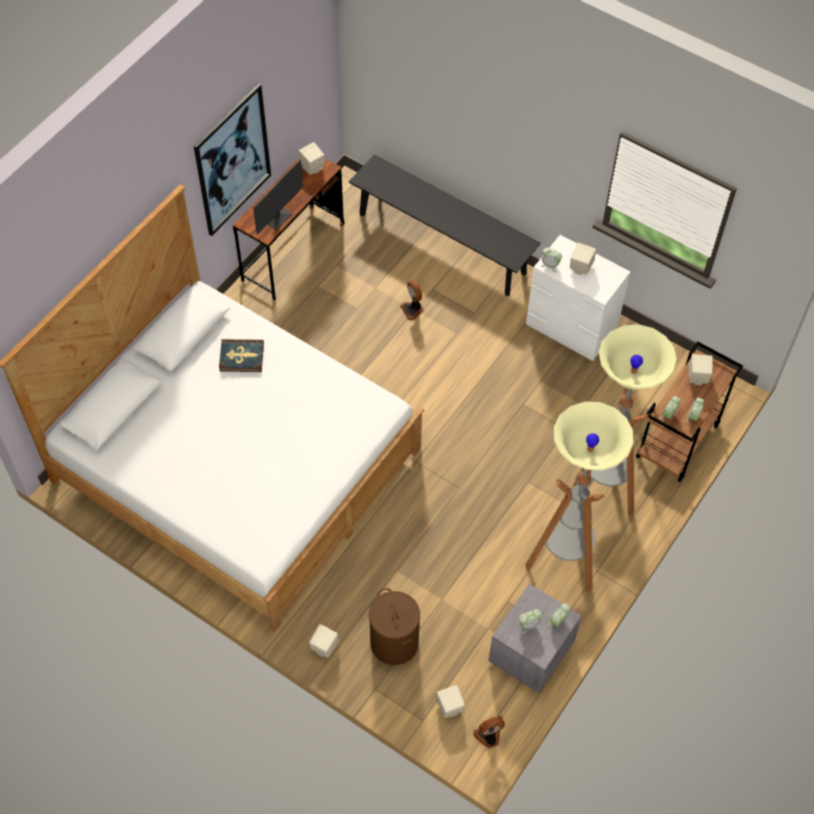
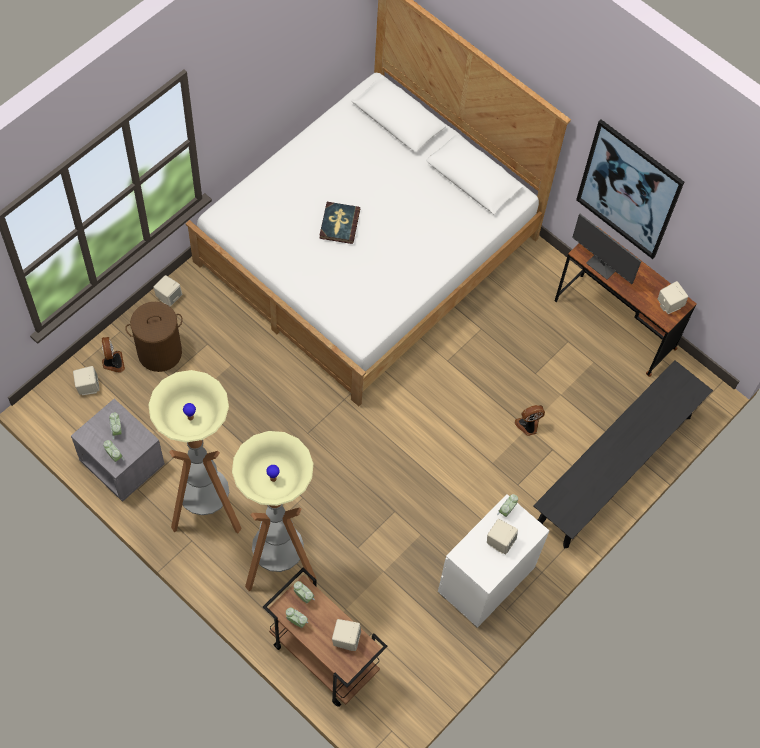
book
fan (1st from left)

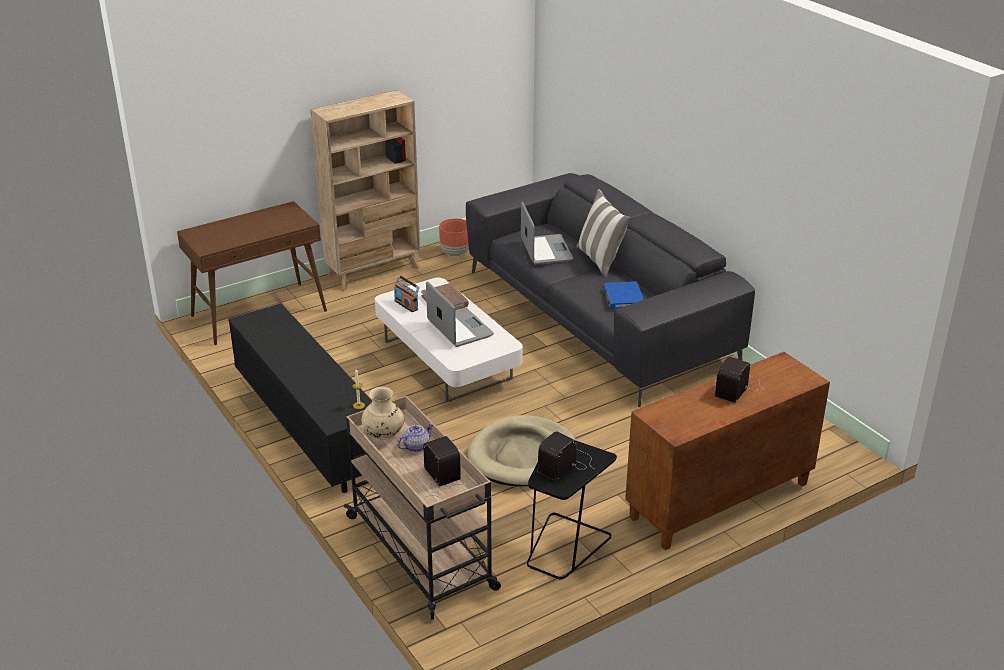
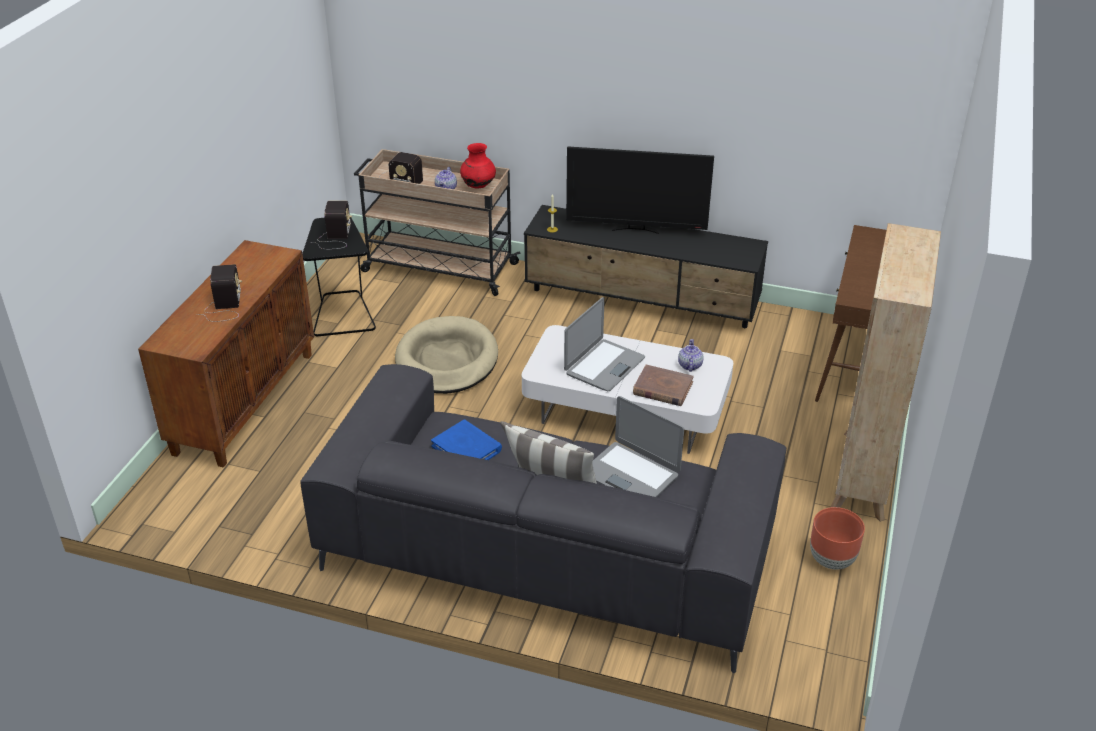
vase in red
teapot (2nd from left)
laptop (1st from left)
television

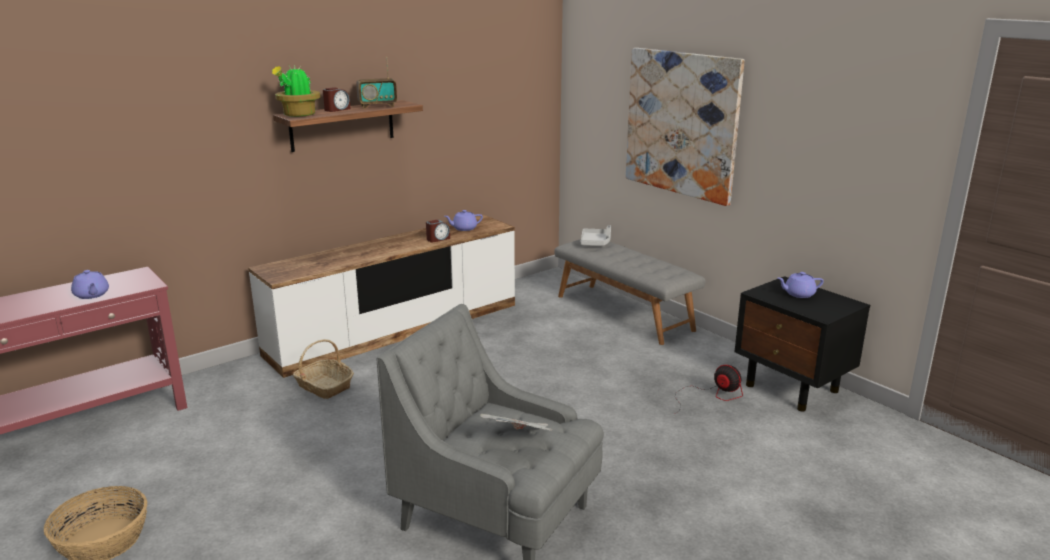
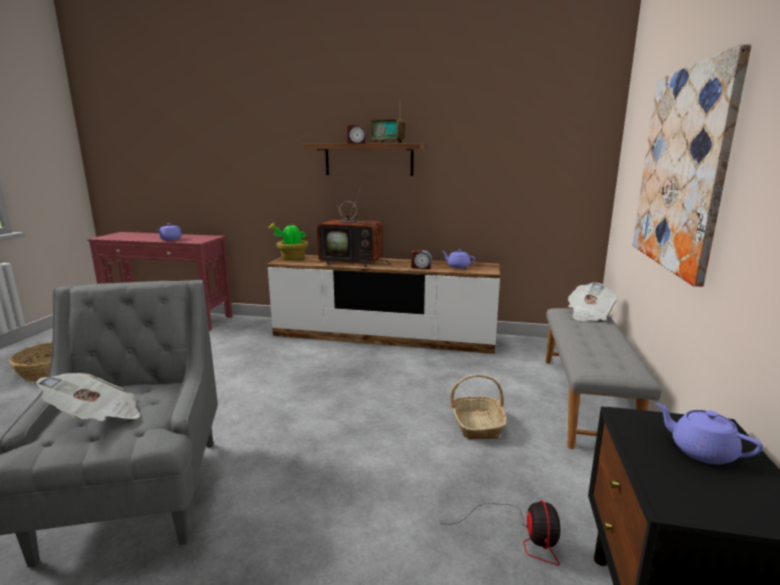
potted plant
basket (2nd from left)
newspaper (2nd from left)
television

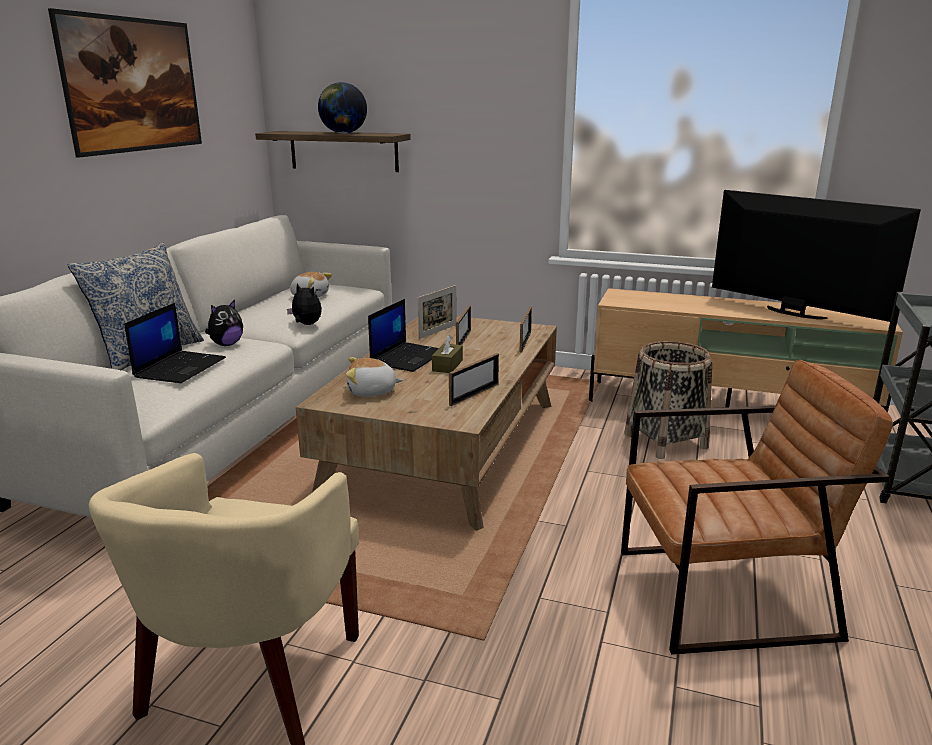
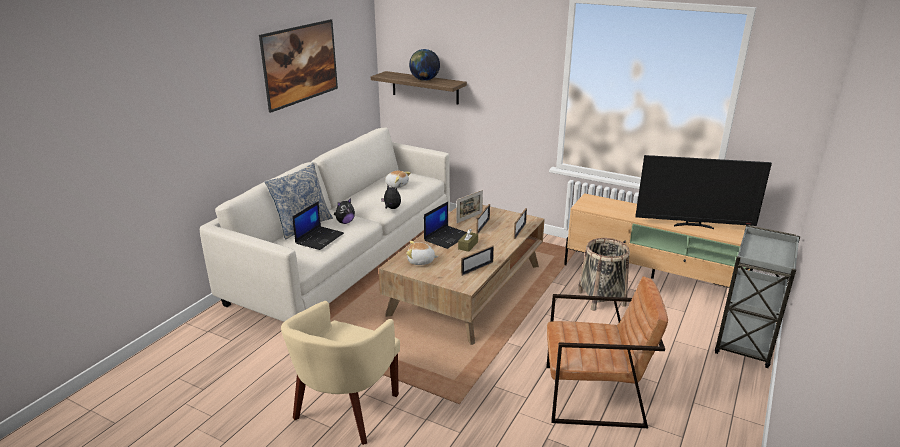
television

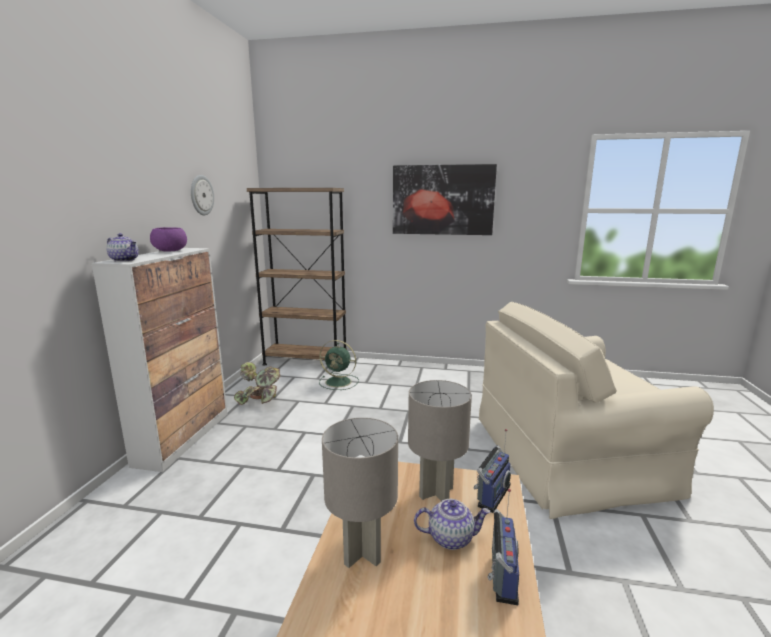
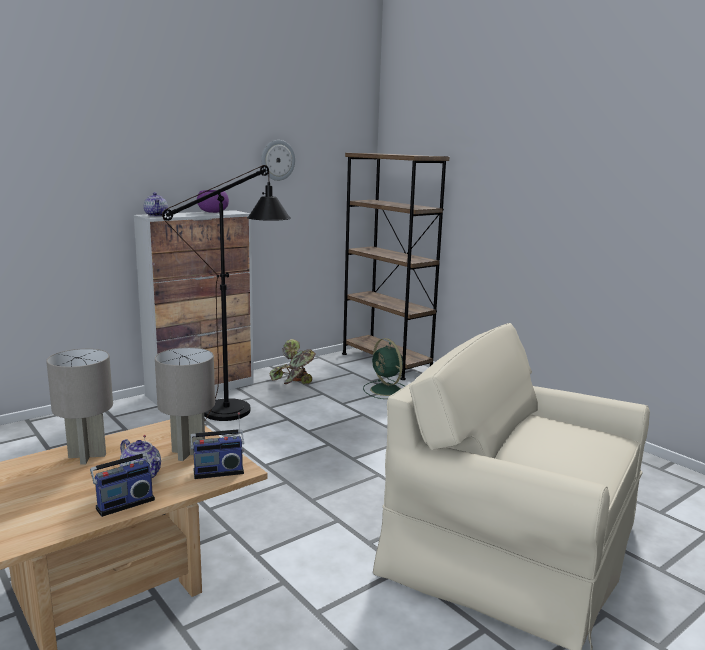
picture
floor lamp in black

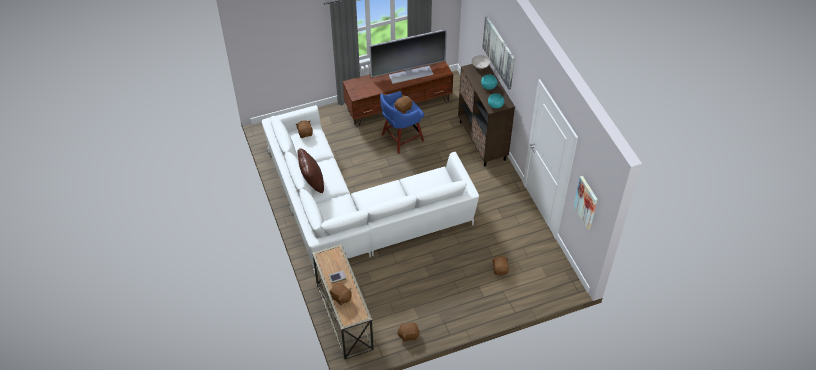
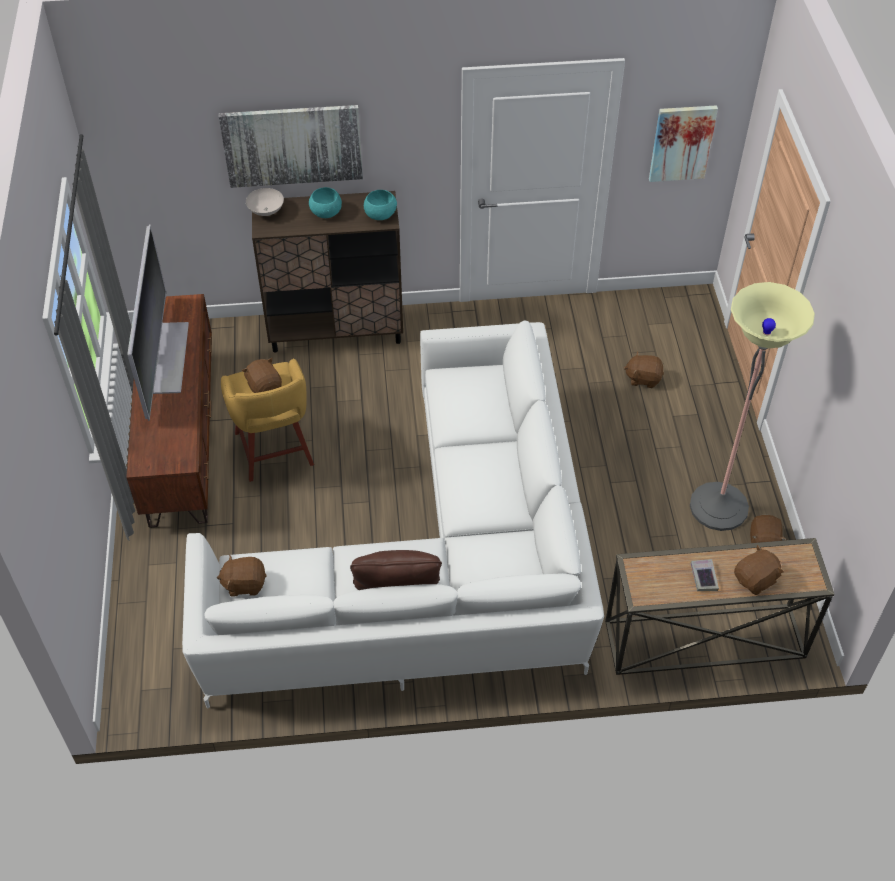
stool in yellow
floor lamp

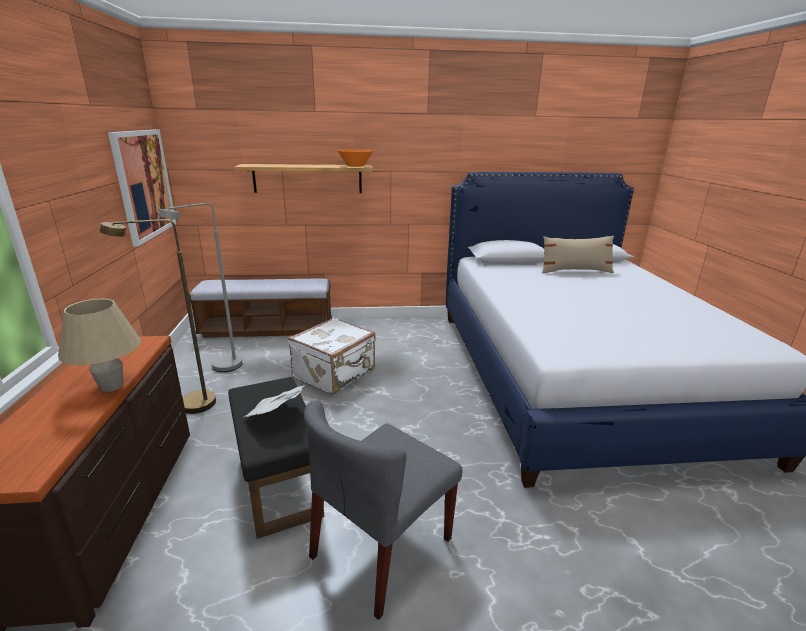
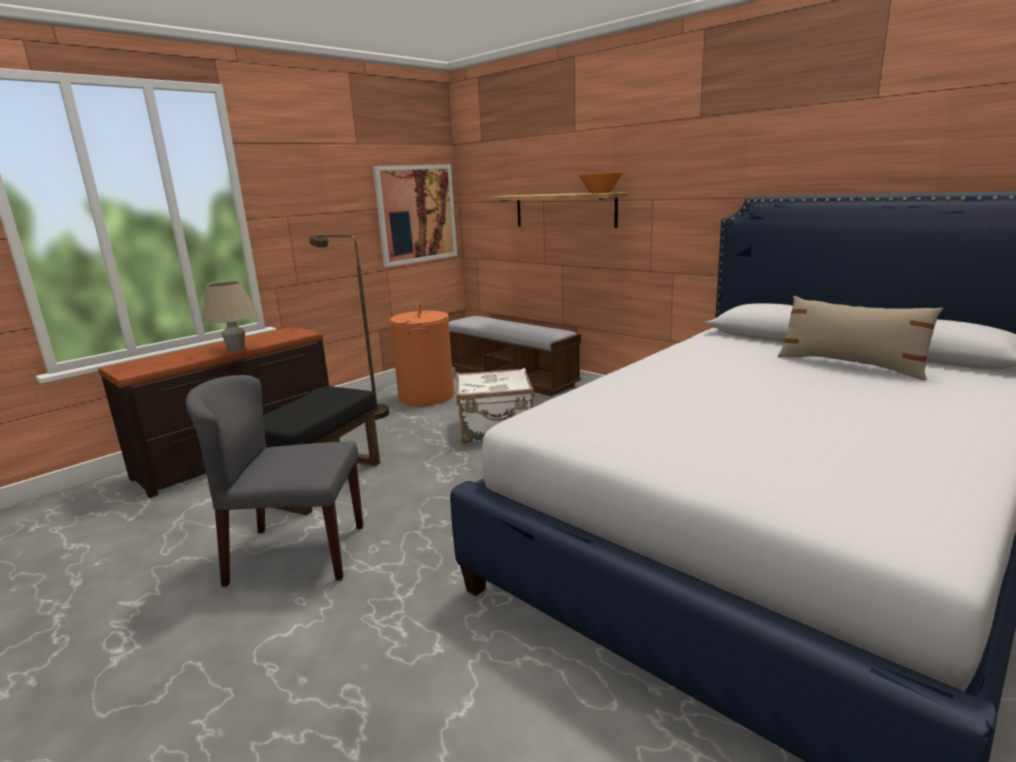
laundry basket in orange
newspaper

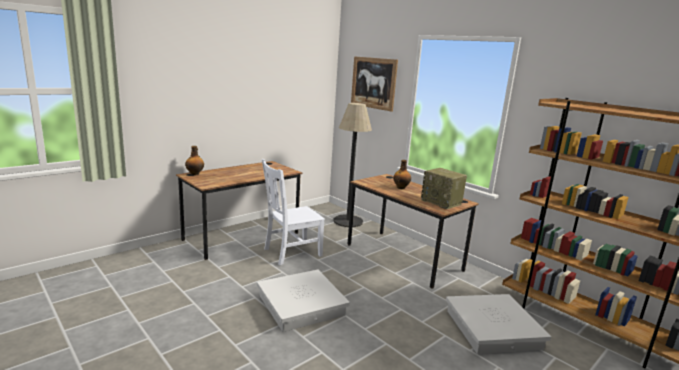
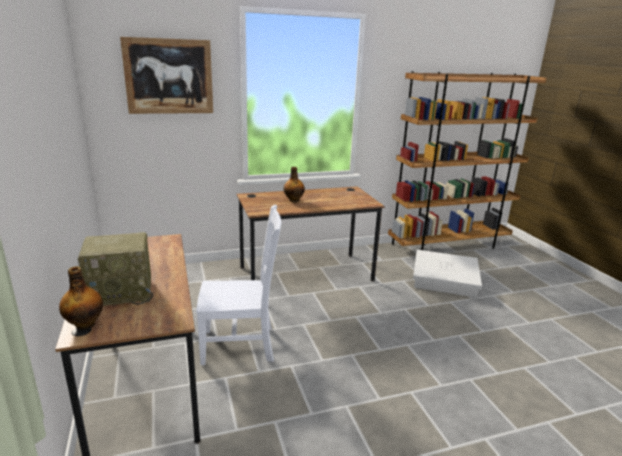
storage box in white (1st from left in the first image)
chair in white
floor lamp
radio

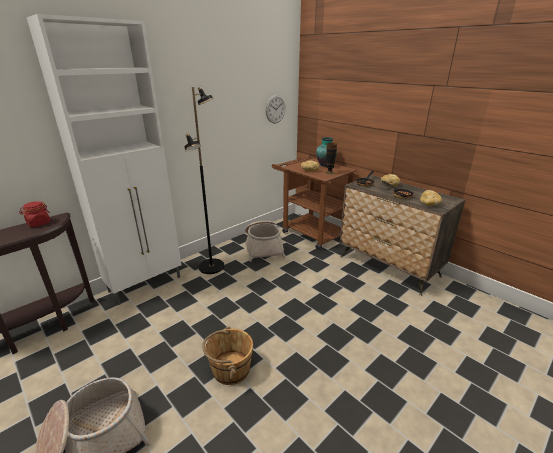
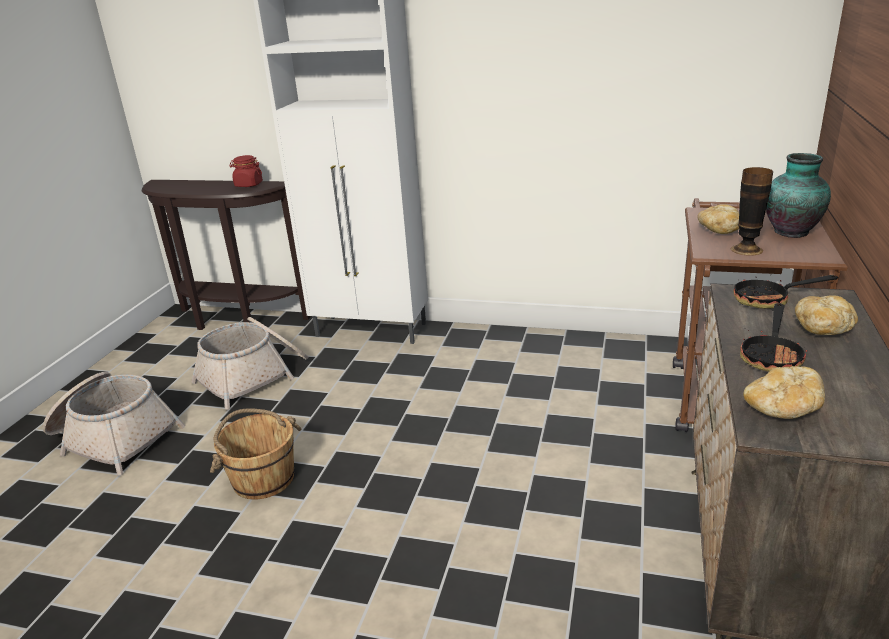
floor lamp in black
basket (2nd from left)
wall clock

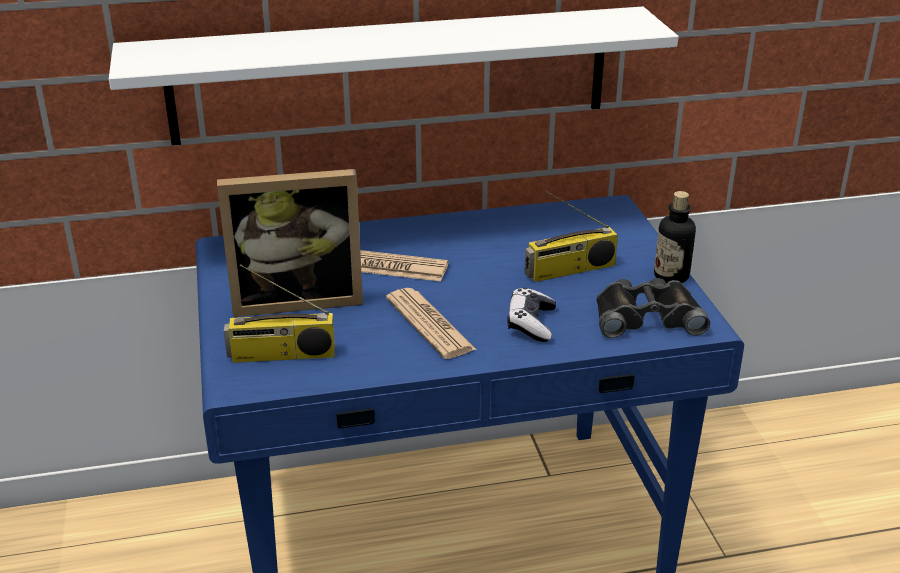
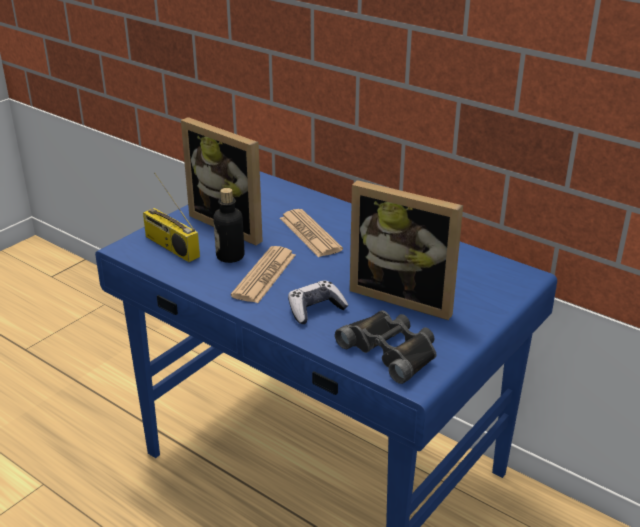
shelf in white
picture frame (2nd from left)
bottle

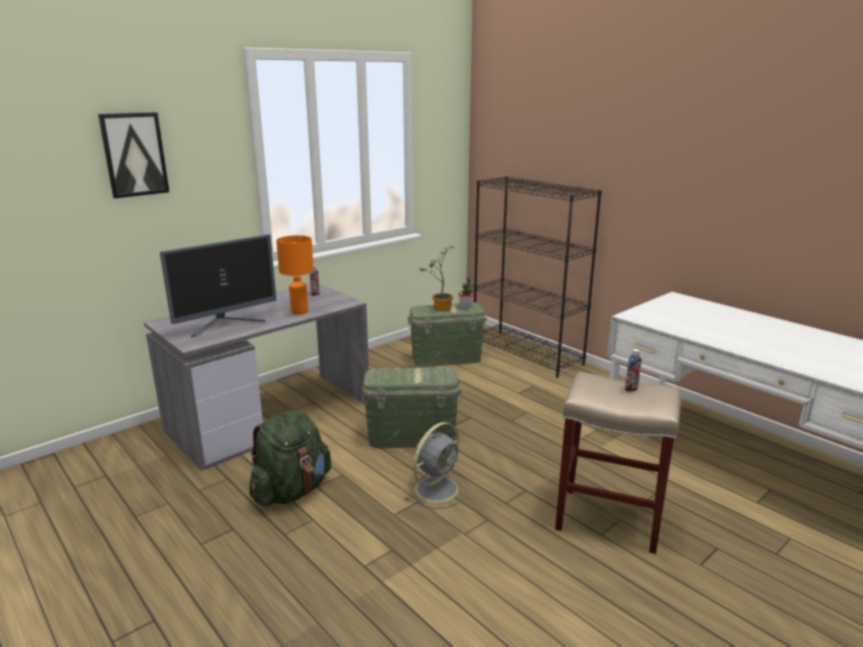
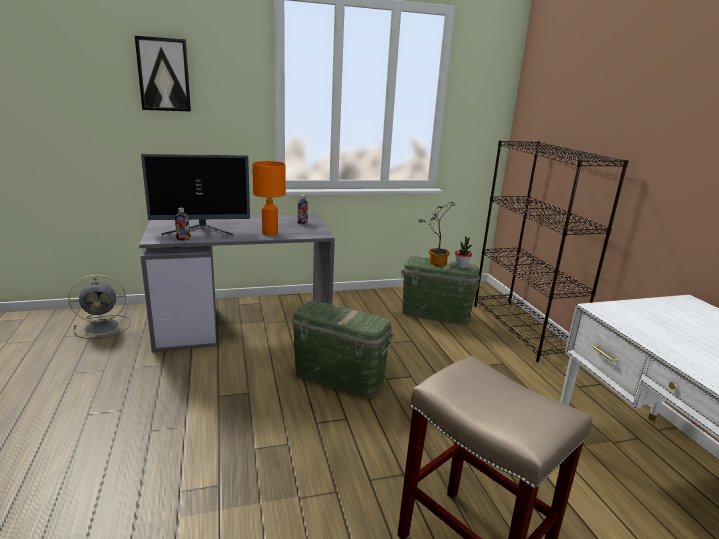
backpack in green
fan in grey
bottle (1st from left)

